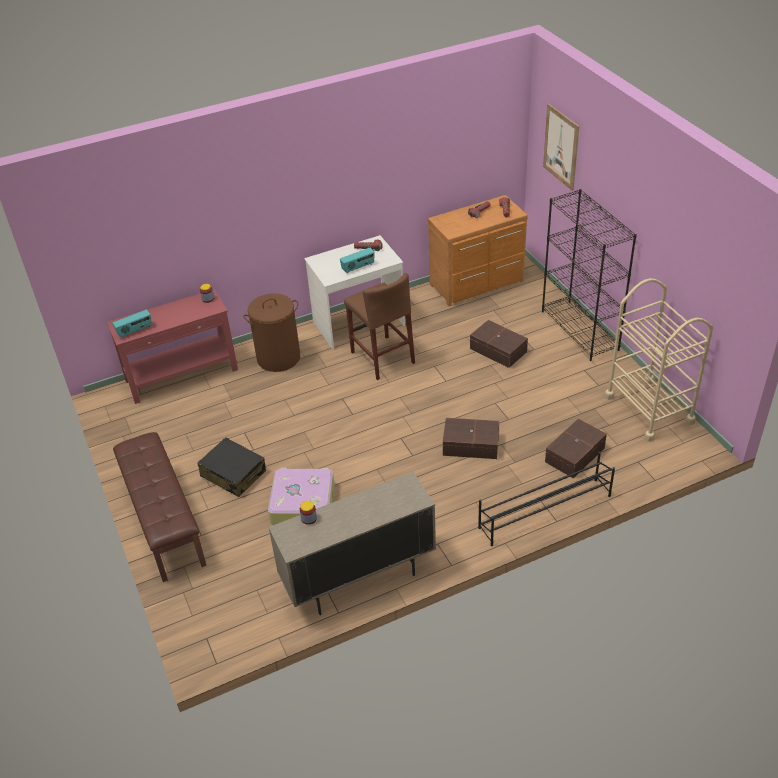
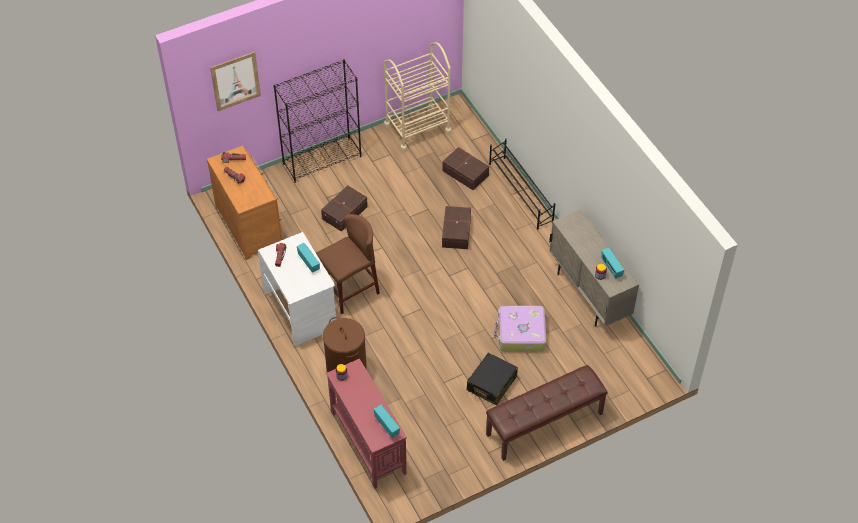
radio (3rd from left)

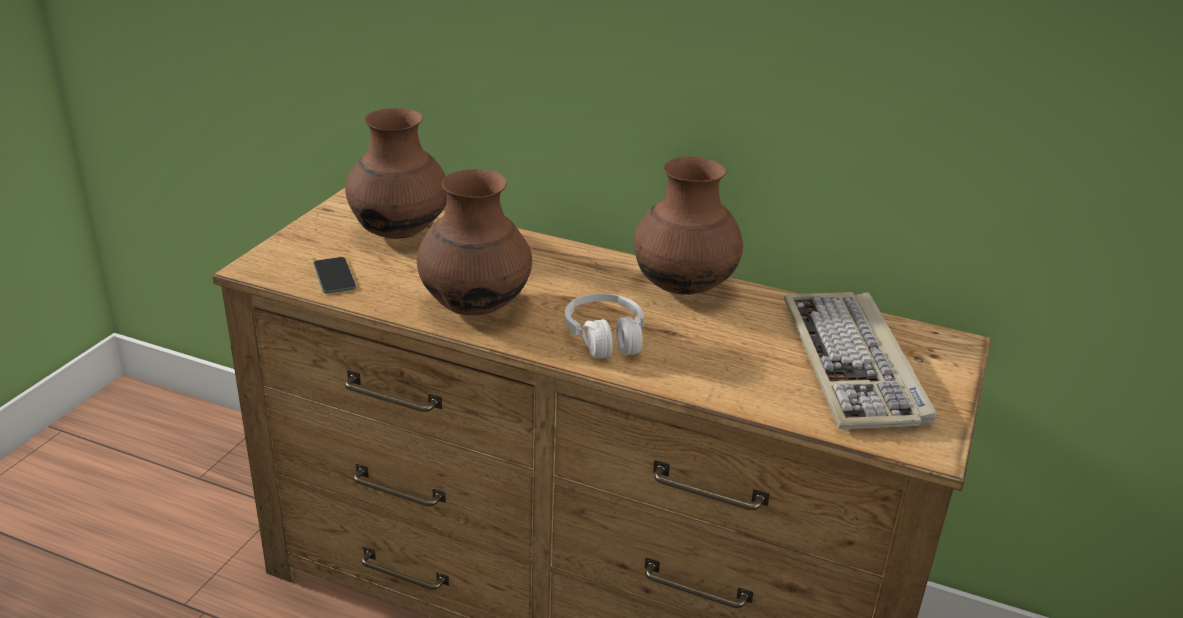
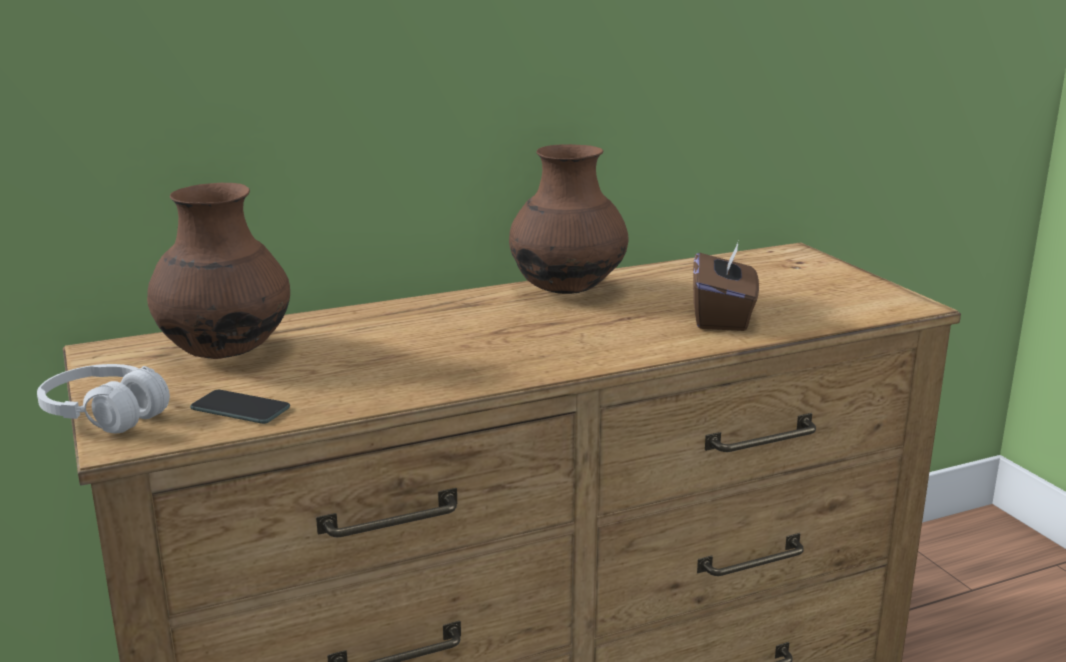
vase in brown (2nd from left in the first image)
headphones in white
keyboard
tissue box in brown

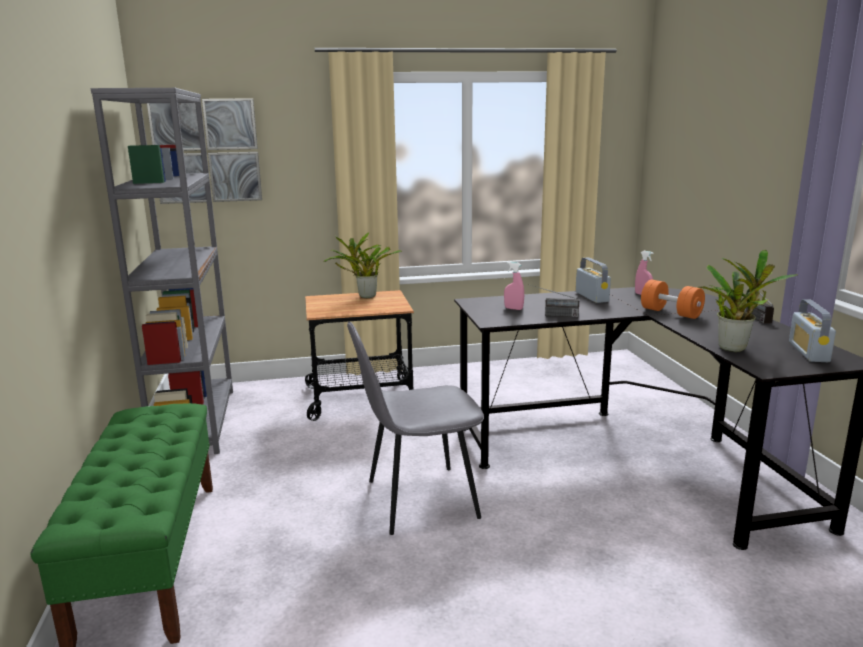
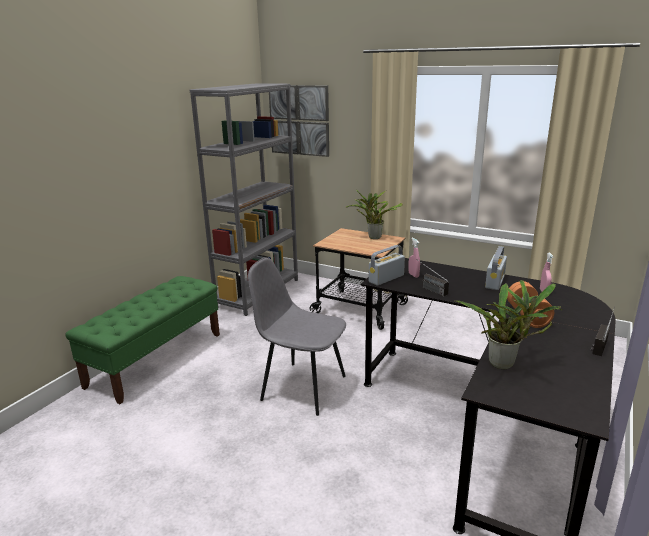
radio (1st from left)

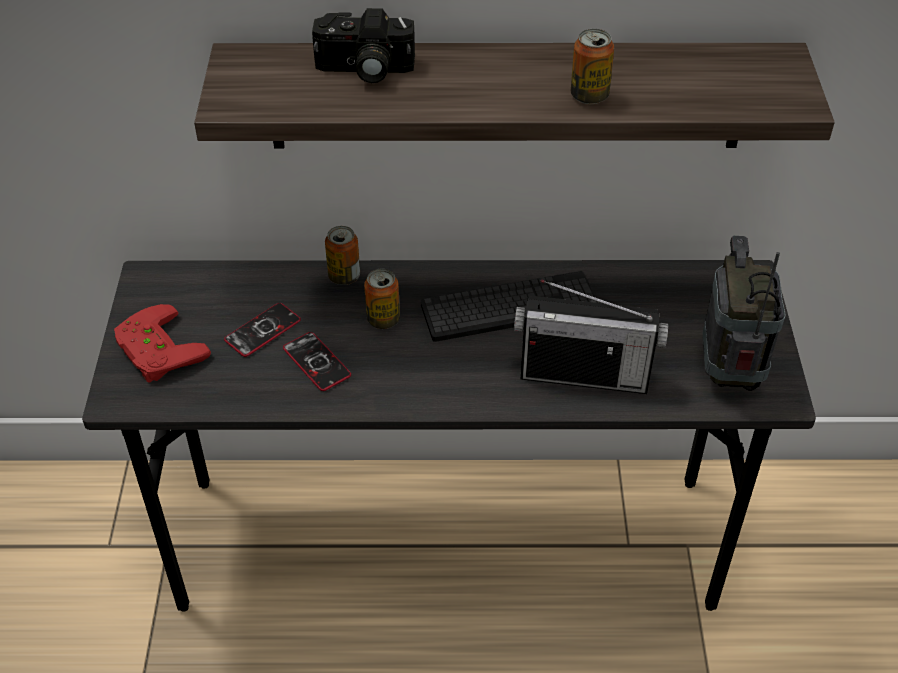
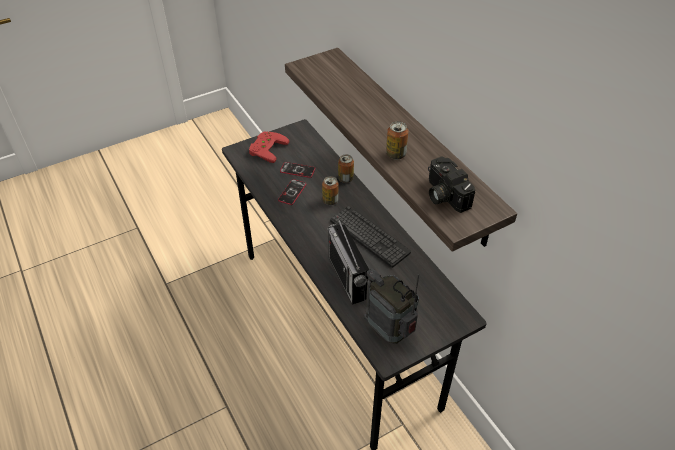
photo camera
radio (2nd from left)

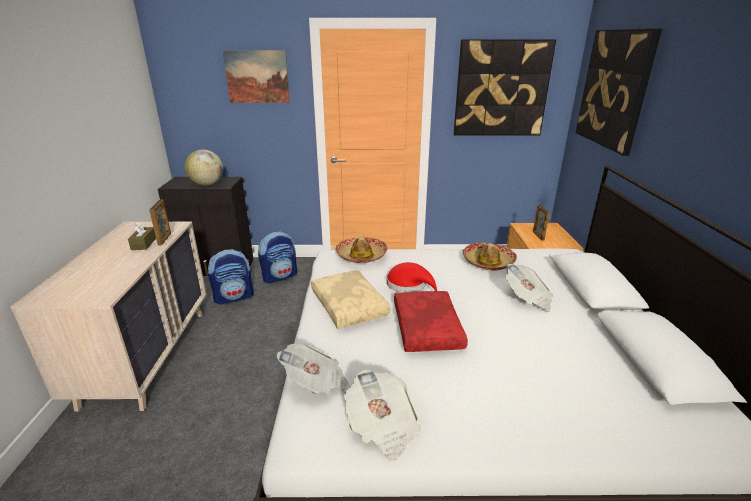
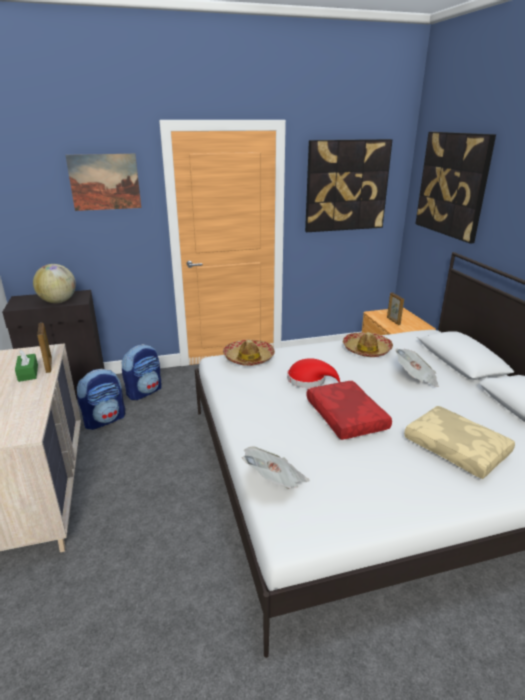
tissue box in green
pillow in beige
newspaper (2nd from left in the first image)

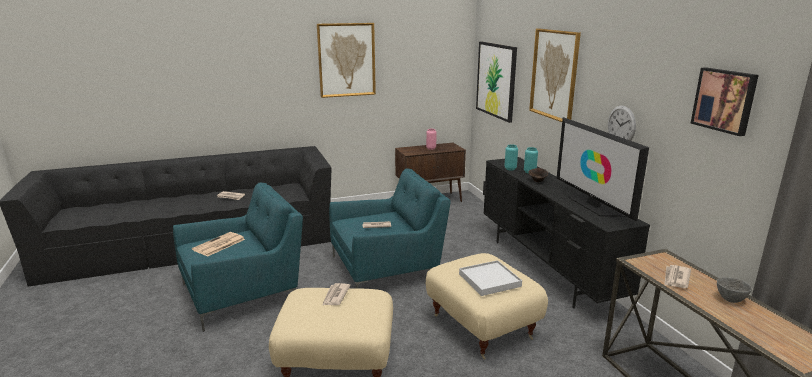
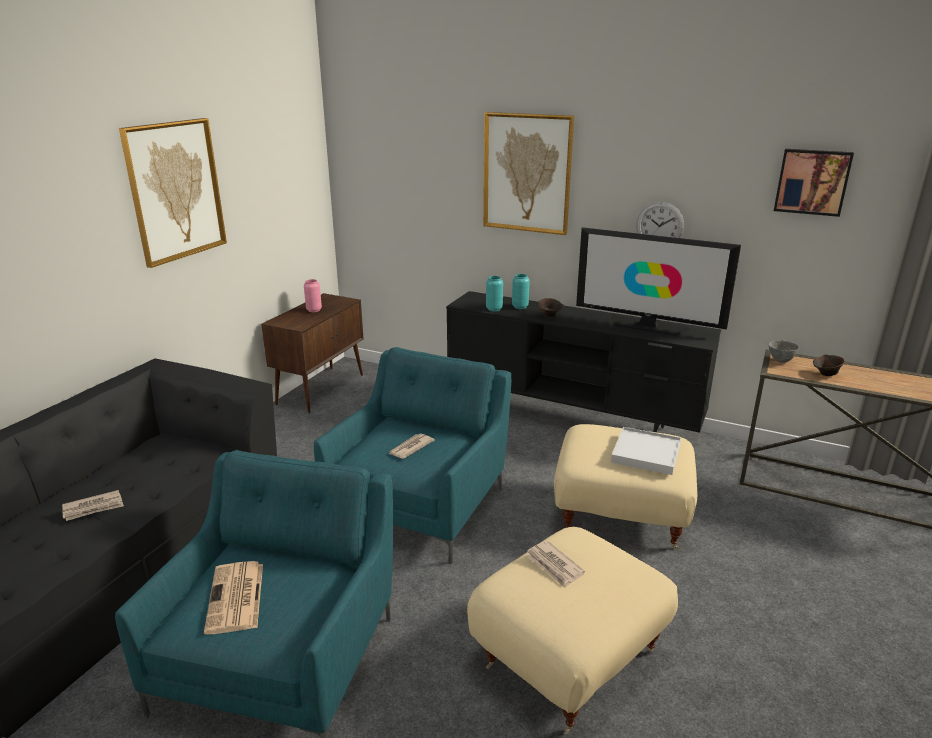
picture (2nd from left in the first image)
bowl in brown (2nd from left)
bowl in grey

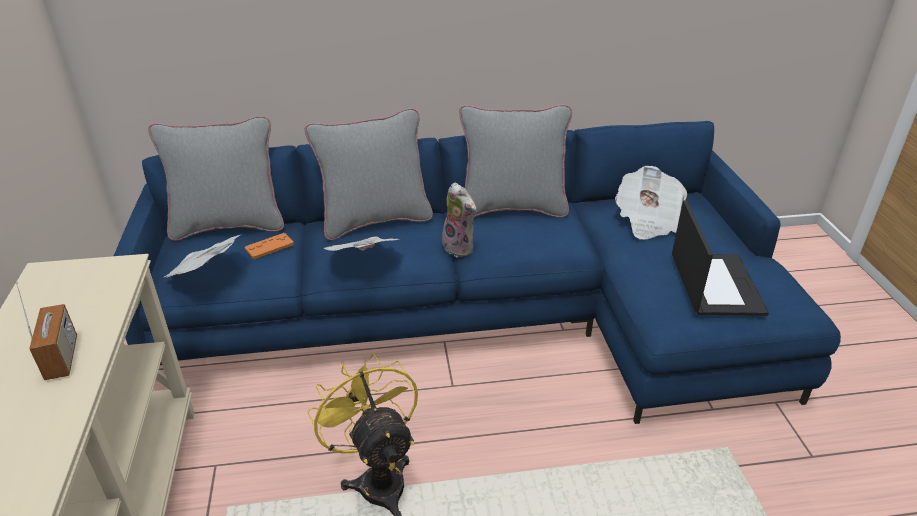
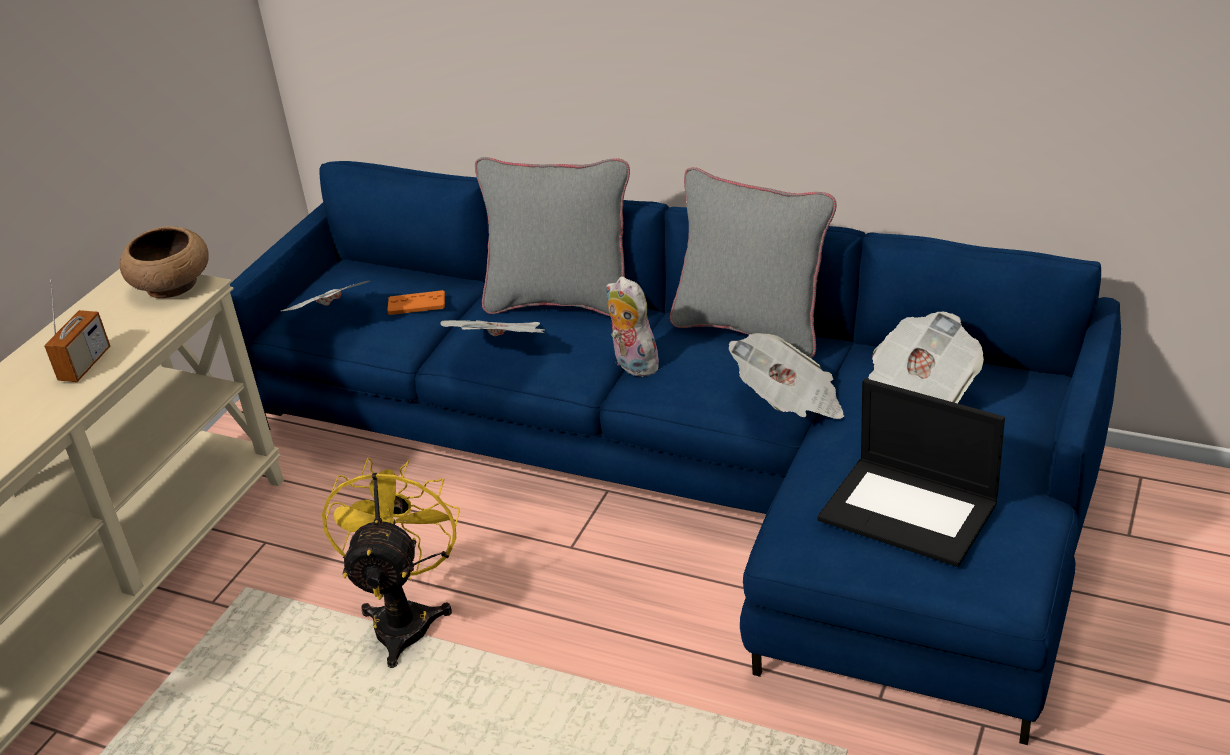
pillow in grey (1st from left in the first image)
plush toy
laptop
bowl in brown
newspaper (3rd from left)

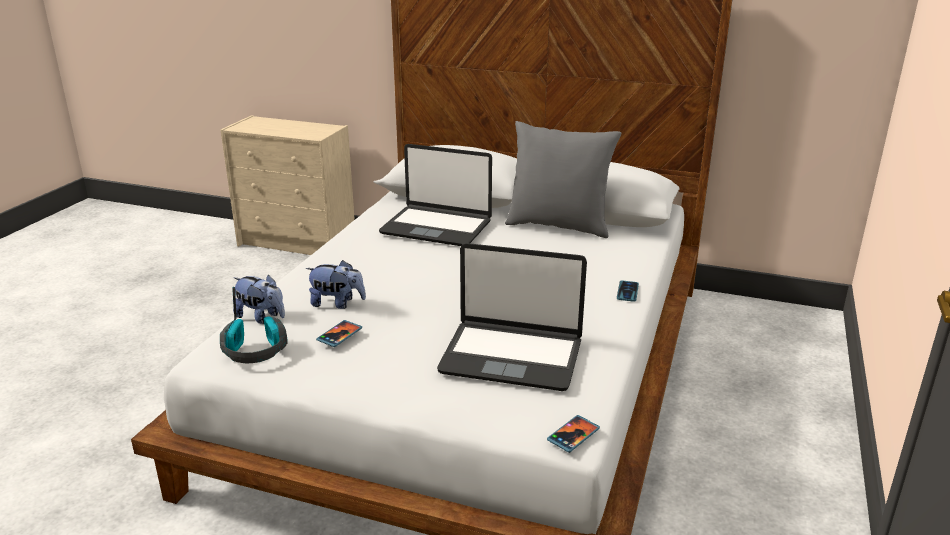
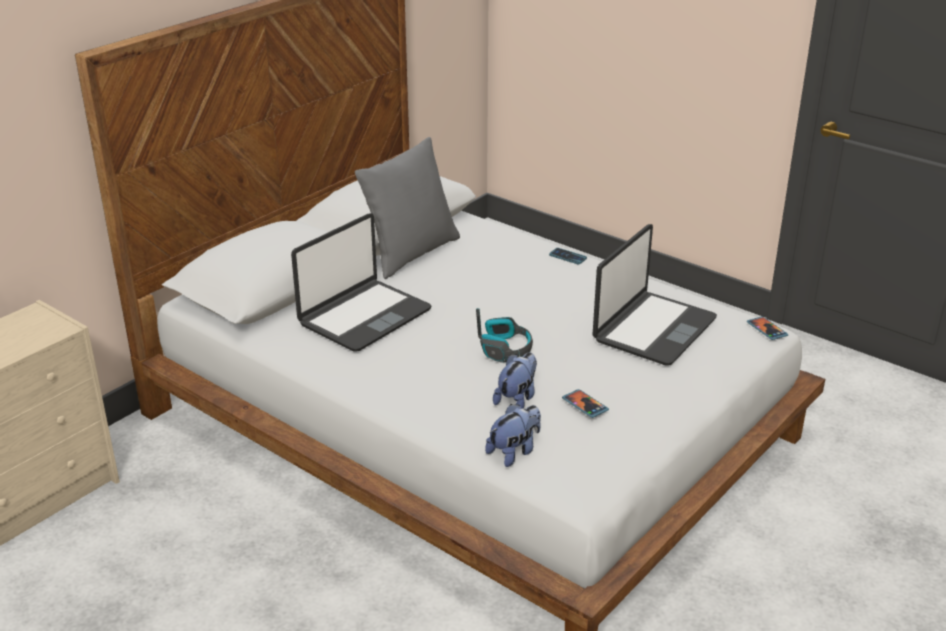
headphones

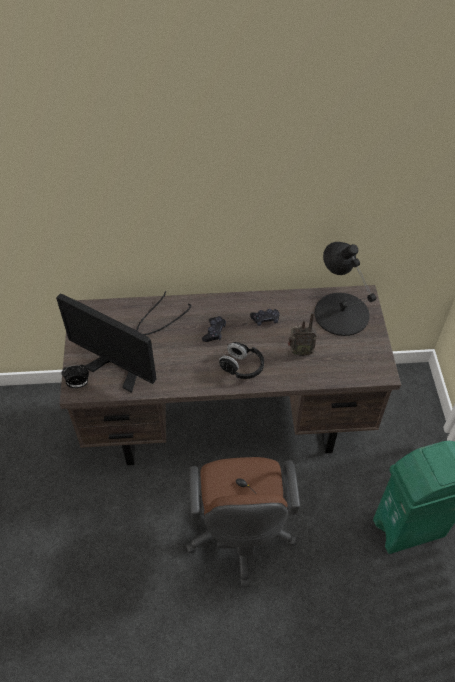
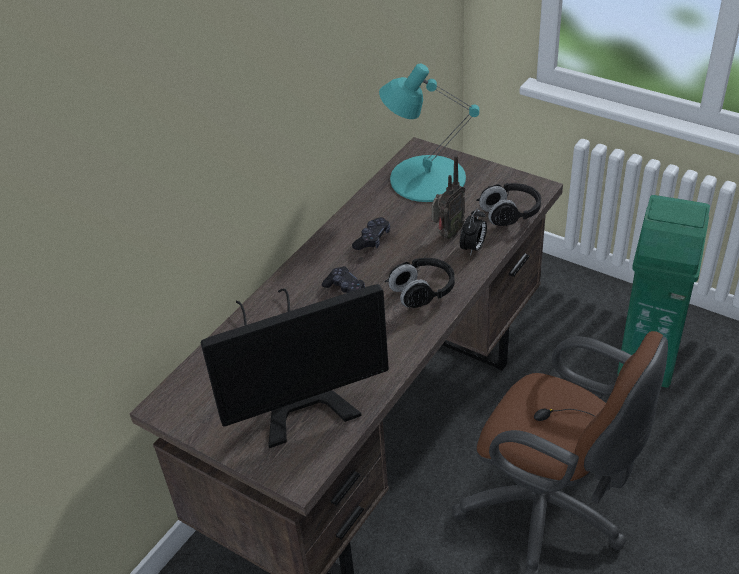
alarm clock
table lamp in turquoise
headphones in black (2nd from left)

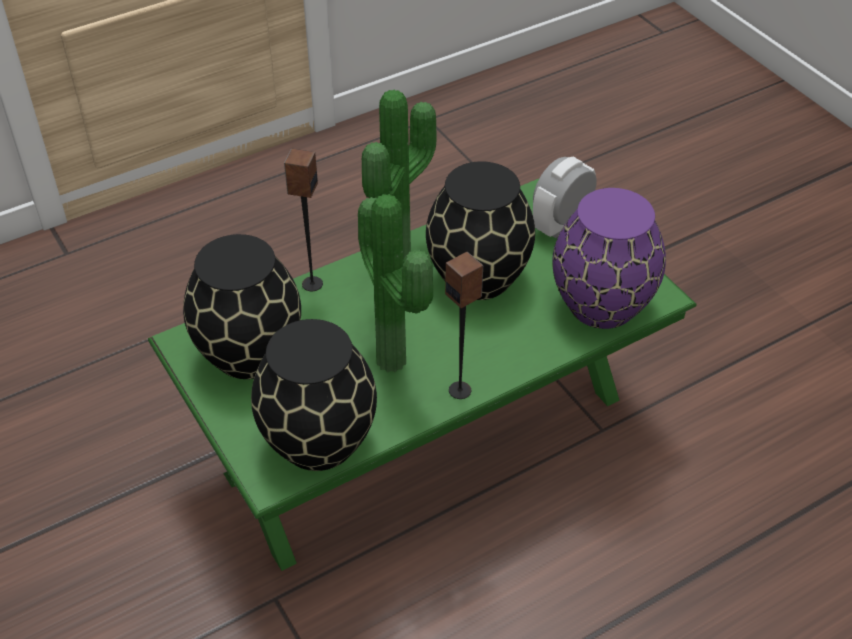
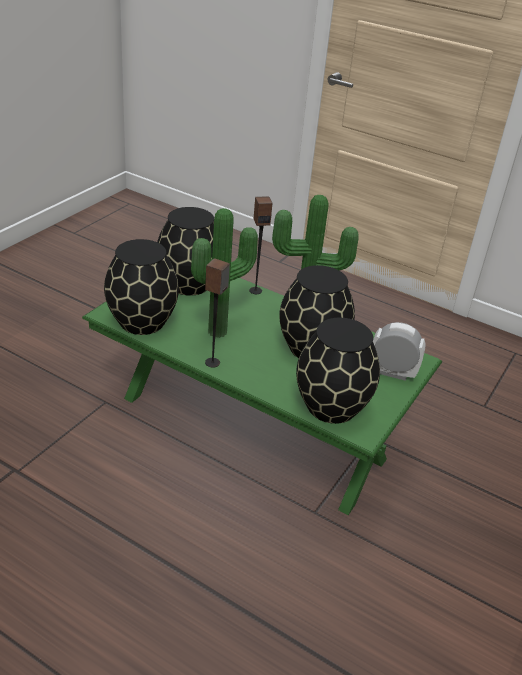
vase in black (4th from left)

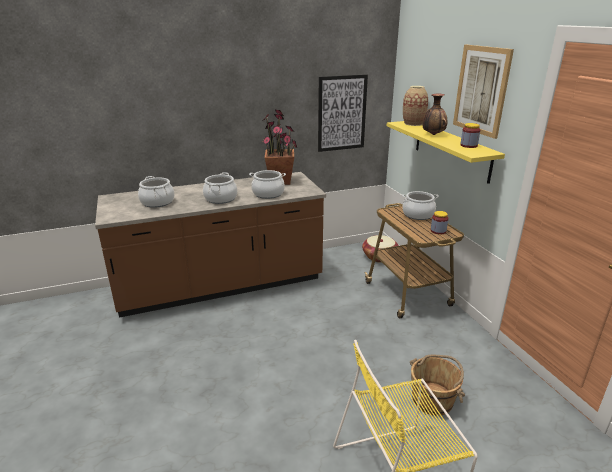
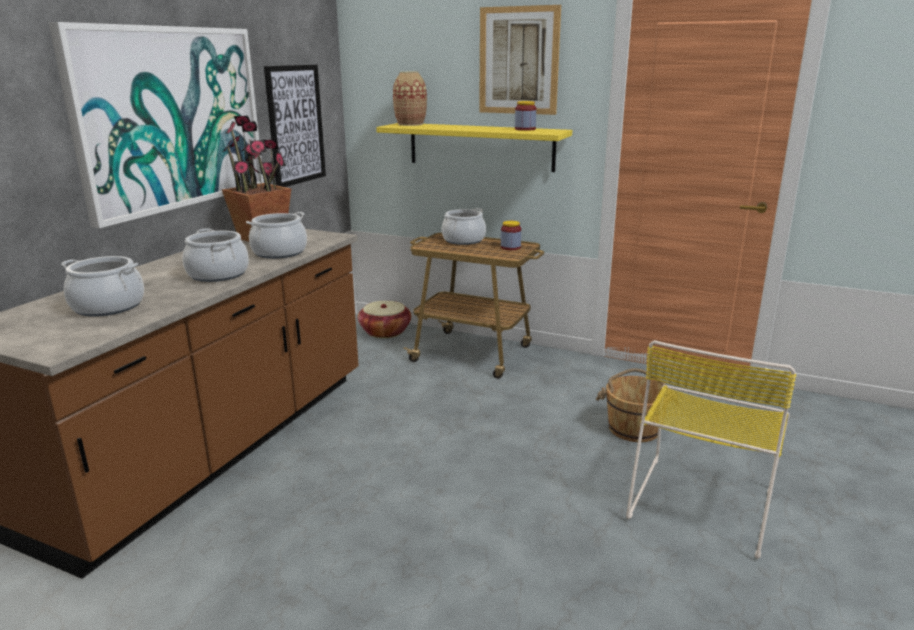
vase (2nd from left in the first image)
picture (1st from left)

